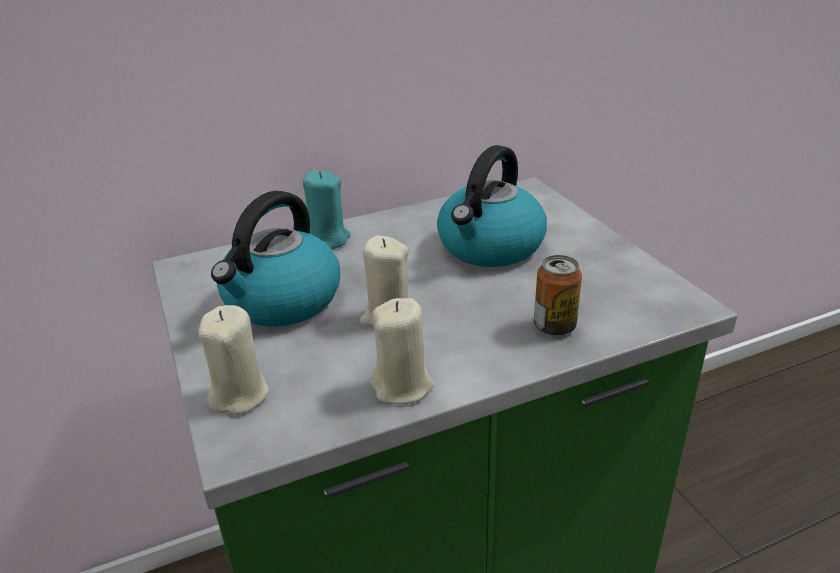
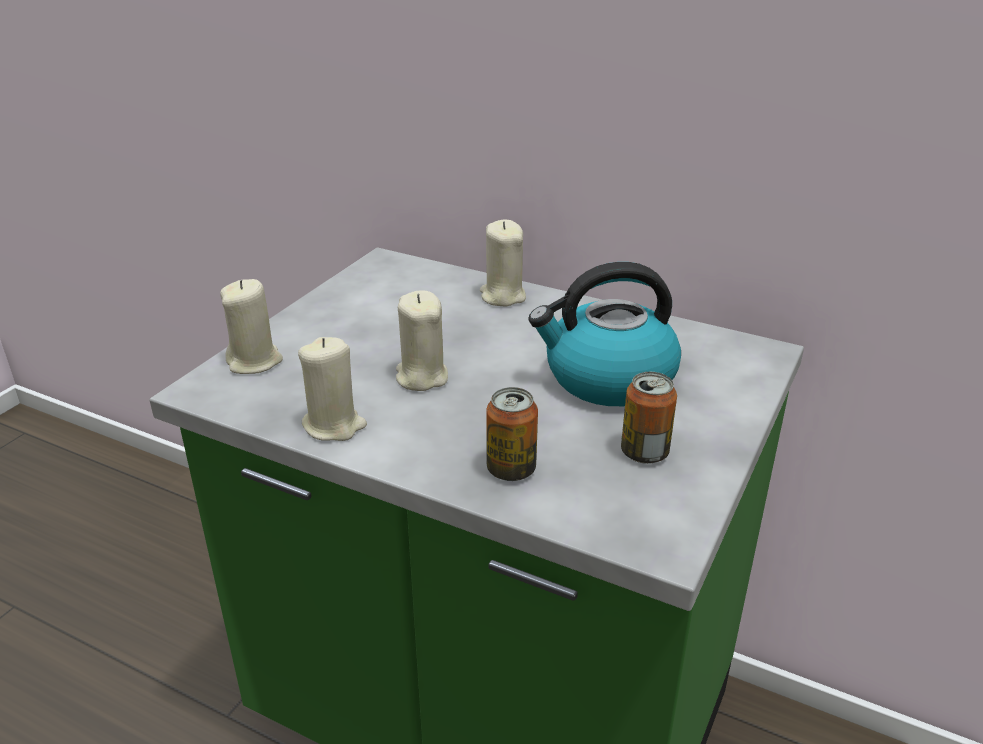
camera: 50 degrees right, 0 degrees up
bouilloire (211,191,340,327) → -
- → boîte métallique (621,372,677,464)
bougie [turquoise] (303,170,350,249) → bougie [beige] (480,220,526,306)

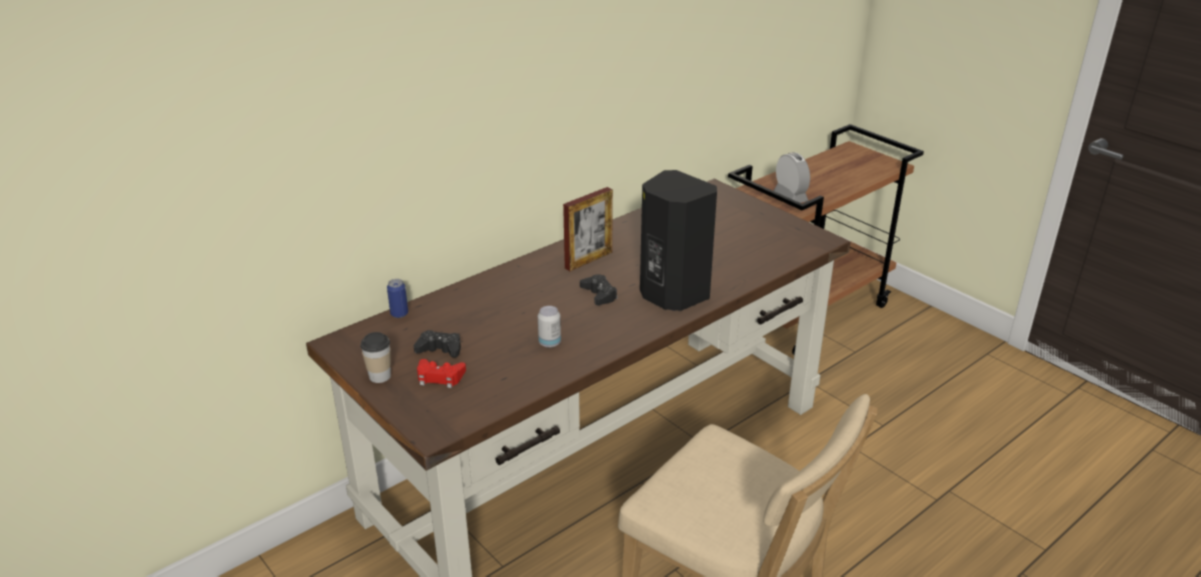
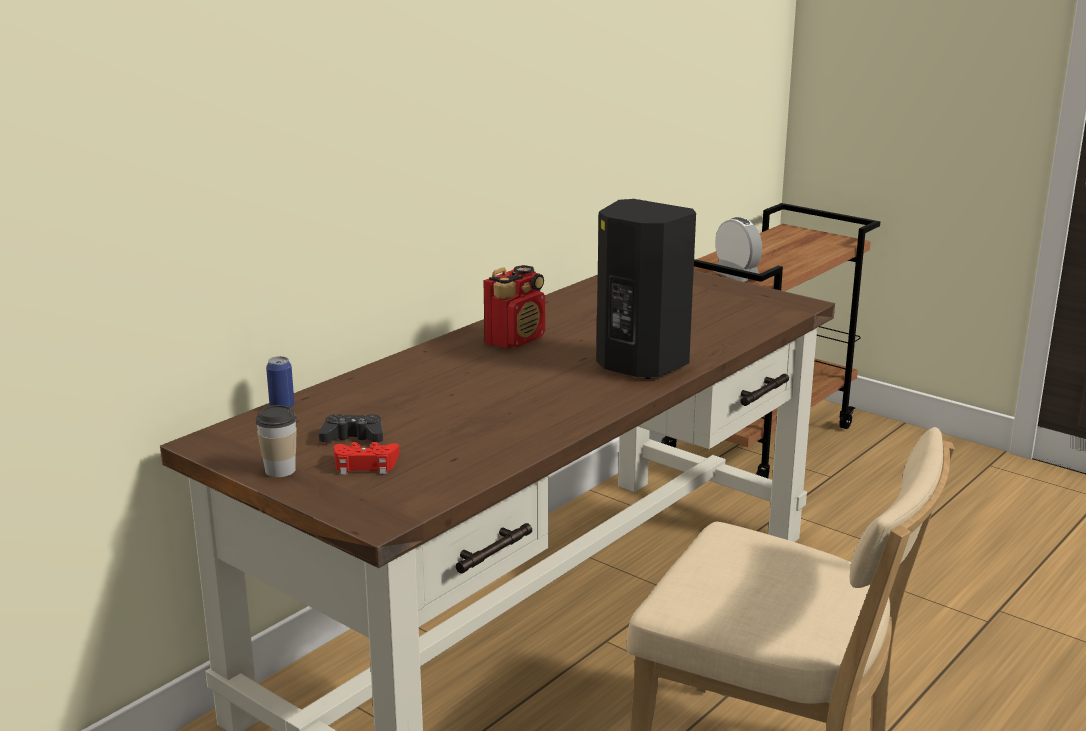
camera: 10 degrees left, 10 degrees down
boîte métallique (538,306,561,348) → -
manette [noir] (580,274,618,305) → -
cadre photo (563,187,613,271) → radio (484,265,545,349)

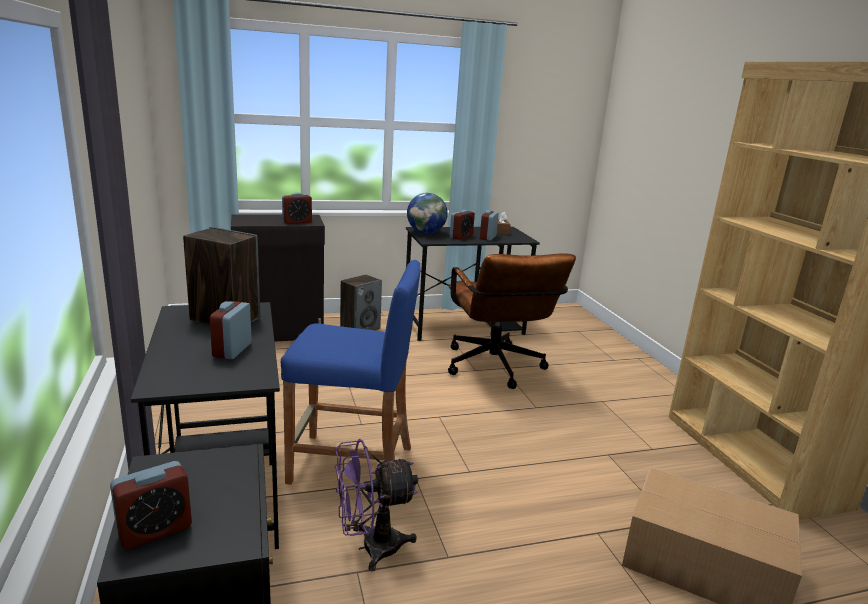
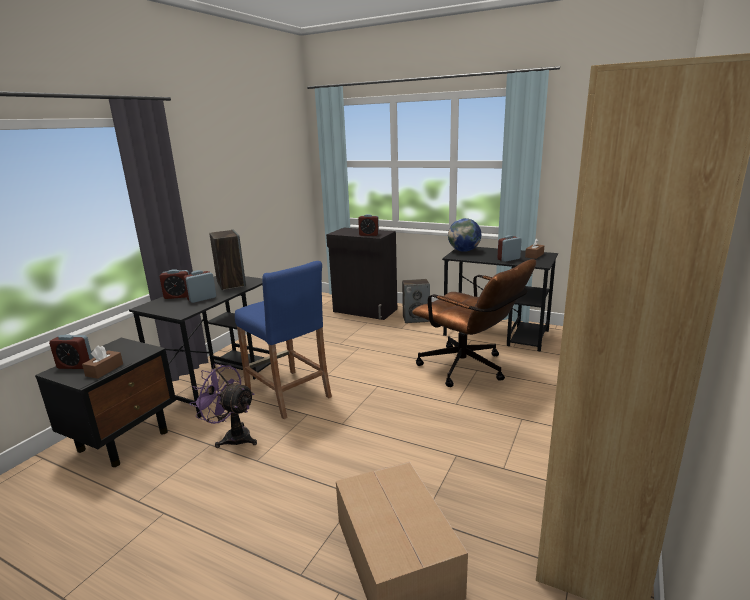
camera: 45 degrees right, 0 degrees up
- → boîte à mouchoirs [marron] (82,345,123,379)
réveil (449,210,475,240) → réveil (159,269,189,299), move
chaise de bureau [marron] (448,253,576,389) → chaise de bureau [marron] (412,259,536,387), 75 degrees counterclockwise

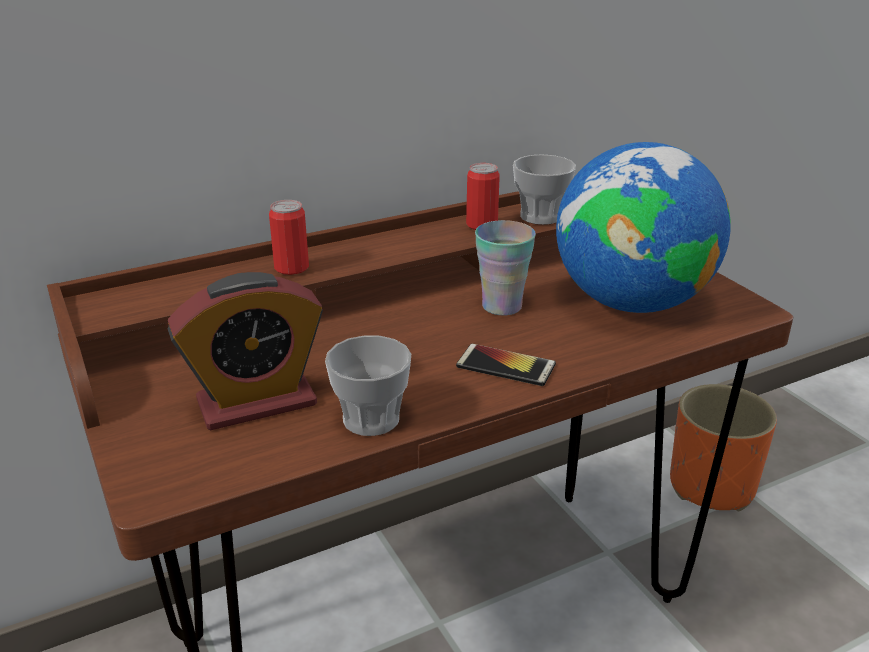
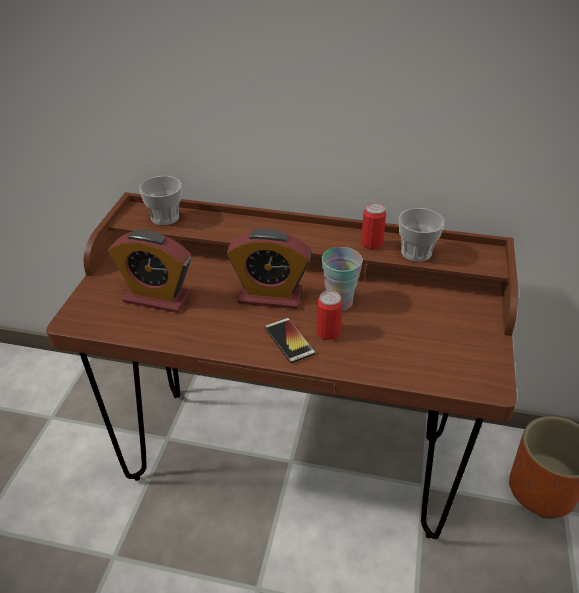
camera: 40 degrees right, 10 degrees up
globe (556,142,731,313) → -
- → réveil (227,229,311,309)
boîte métallique (269,200,309,275) → boîte métallique (316,291,343,340), move
tasse (325,335,411,436) → tasse (139,176,182,225), move

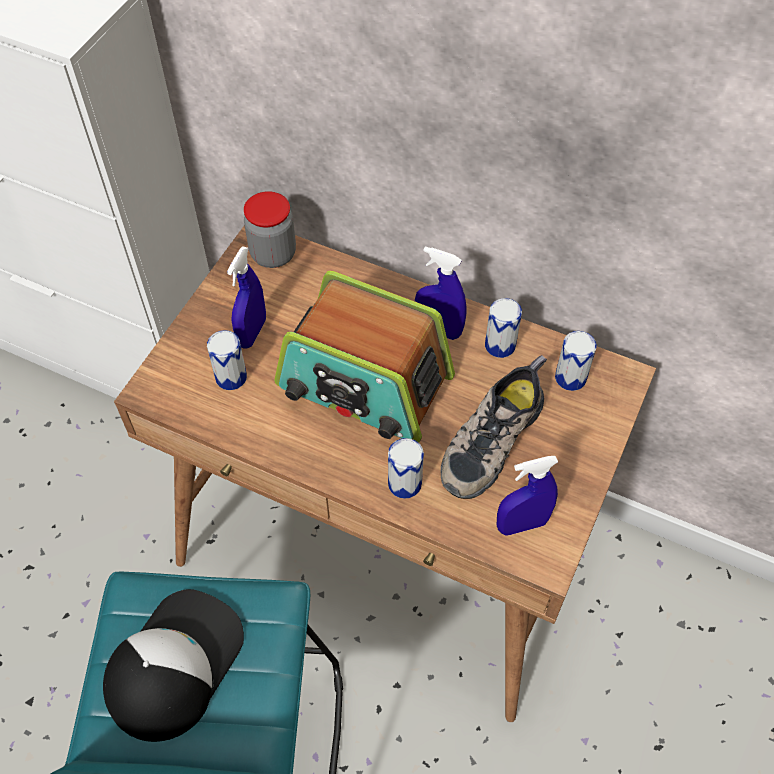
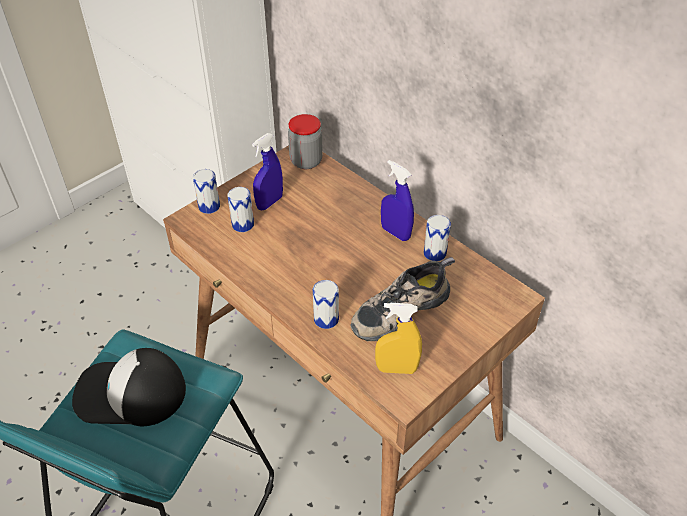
camera: 20 degrees right, 10 degrees down
radio (274,271,455,442) → -
boîte métallique (555,331,597,391) → boîte métallique (193,169,220,214), move
vaporisateur [bleu] (497,456,558,535) → vaporisateur [jaune] (375,303,422,374)
casquette (103,589,244,742) → casquette (72,348,186,426), 135 degrees counterclockwise

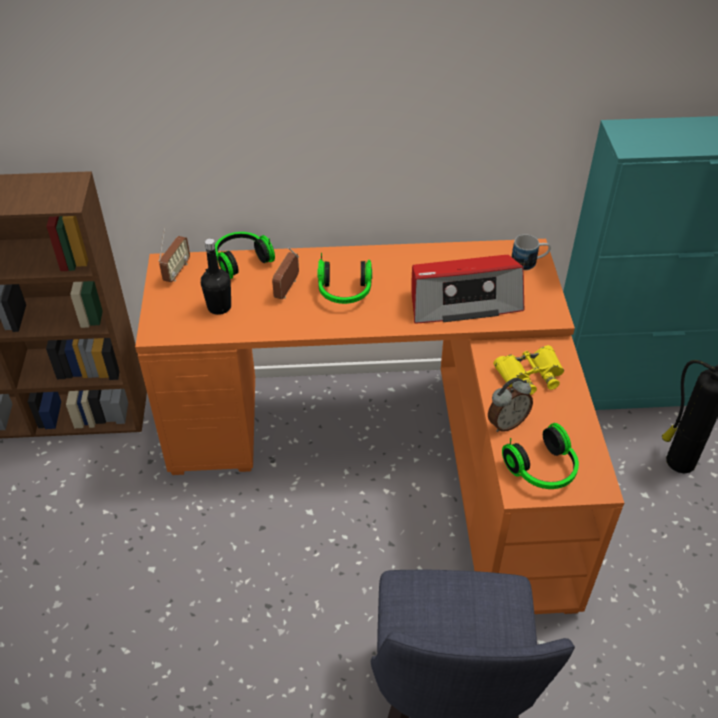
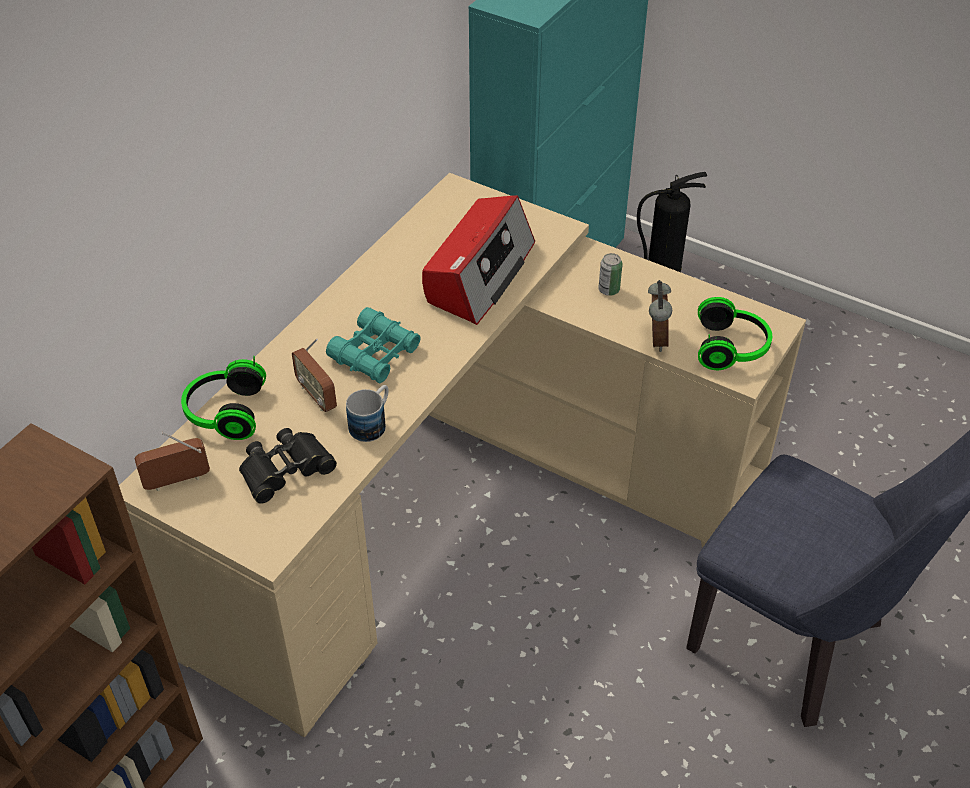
camera: 55 degrees left, 0 degrees up
mug (512,234,551,270) → mug (346,385,388,442), move
bouteille [noir] (201,238,231,315) → jumelles [noir] (239,428,337,504)
casque audio (317,253,372,304) → jumelles [turquoise] (326,307,420,383)
jumelles [jaune] (493,345,564,395) → boîte métallique (598,253,623,296)
bureau [orange] (135,239,624,614) → bureau [beige] (119,173,806,738)
radio (159,228,190,282) → radio (135,432,210,491), 75 degrees counterclockwise

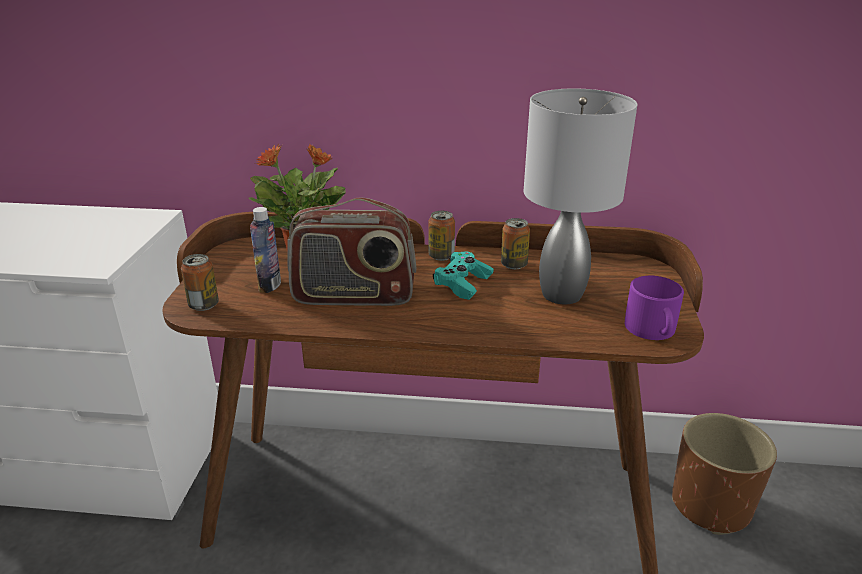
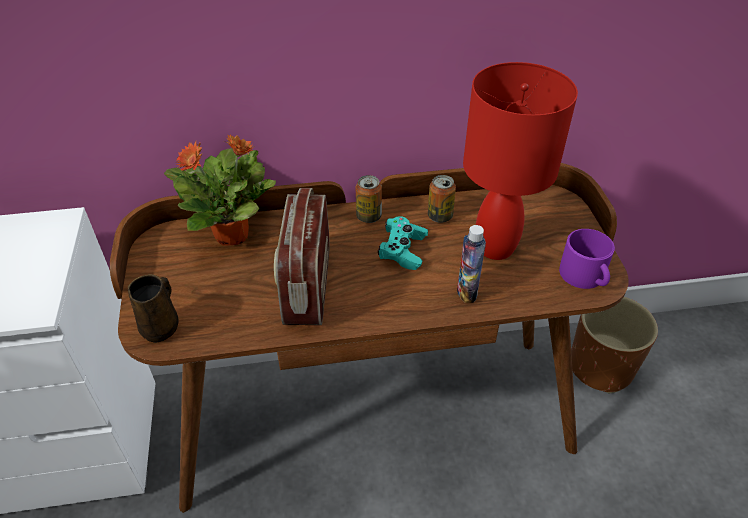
camera: 15 degrees left, 15 degrees up
bouteille (250,207,281,293) → bouteille (457,225,486,303), move
boîte métallique (181,254,219,311) → mug [marron] (128,274,179,343)
lampe de table [gris] (524,89,638,304) → lampe de table [rouge] (463,62,578,260)
radio (287,197,416,306) → radio (274,188,330,325), 105 degrees clockwise

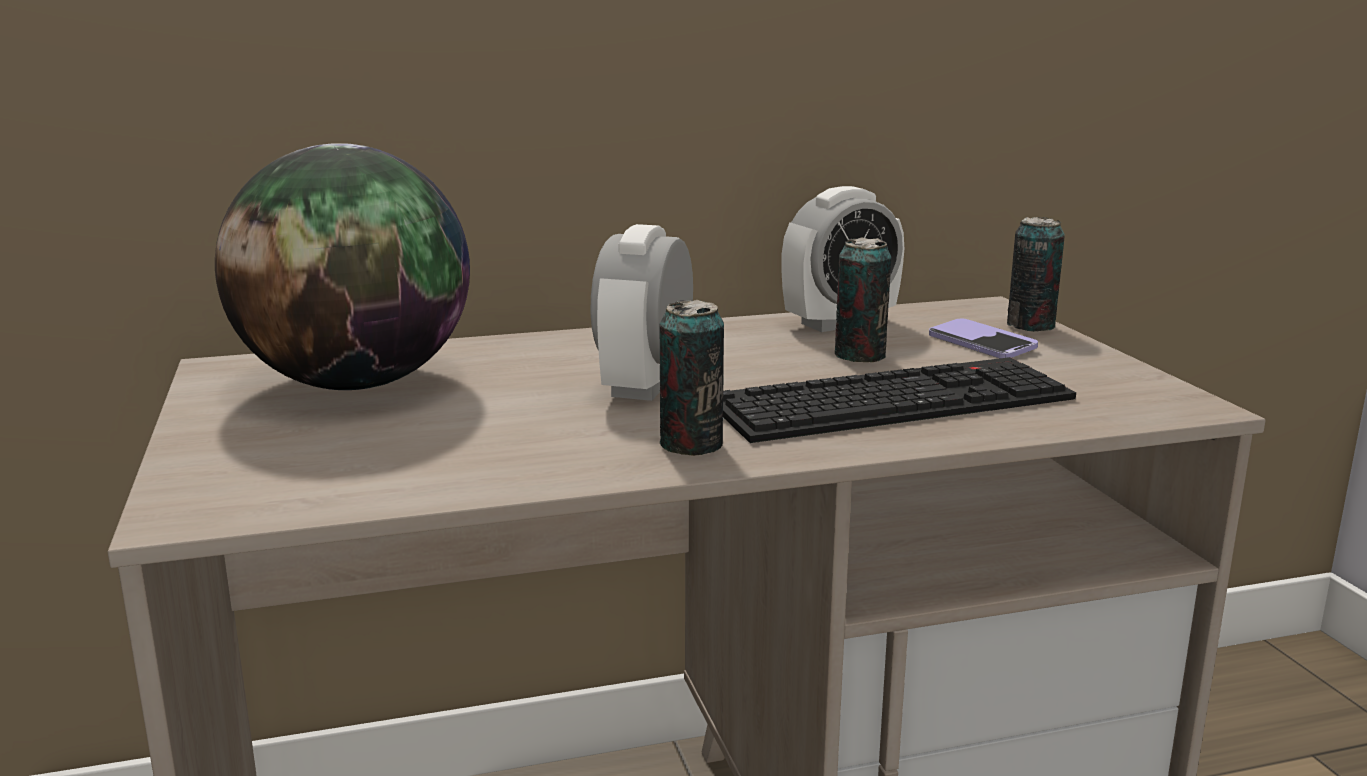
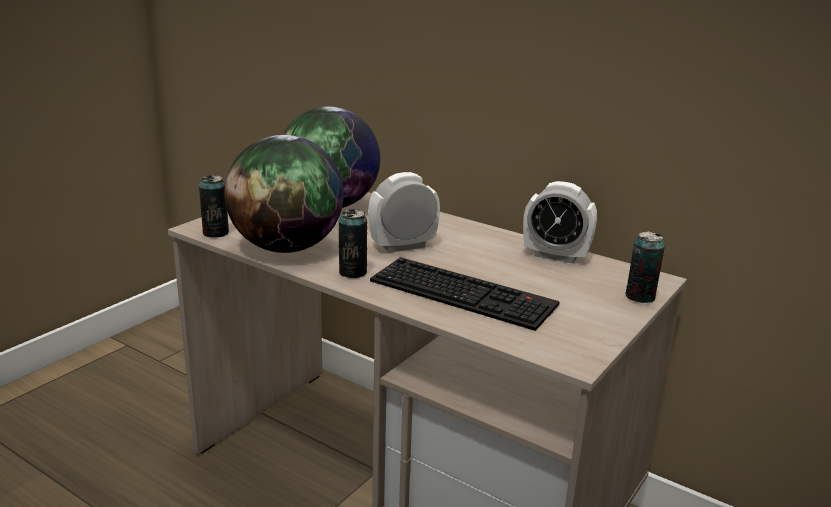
camera: 50 degrees right, 5 degrees up
téléphone (929,319,1038,358) → -
- → globe (224,135,344,253)
boîte métallique (835,237,891,362) → boîte métallique (199,175,229,238), move

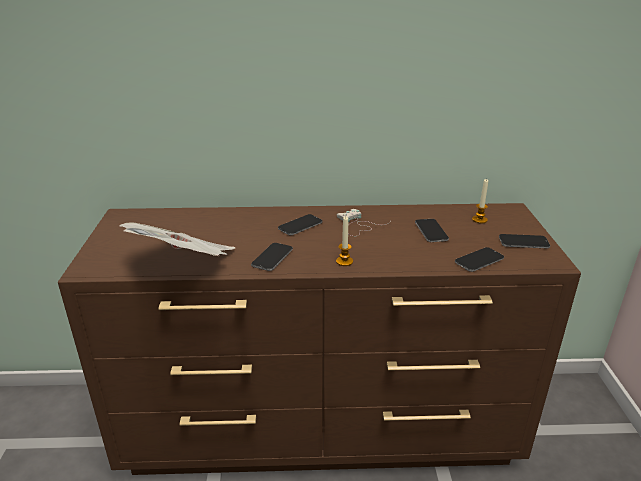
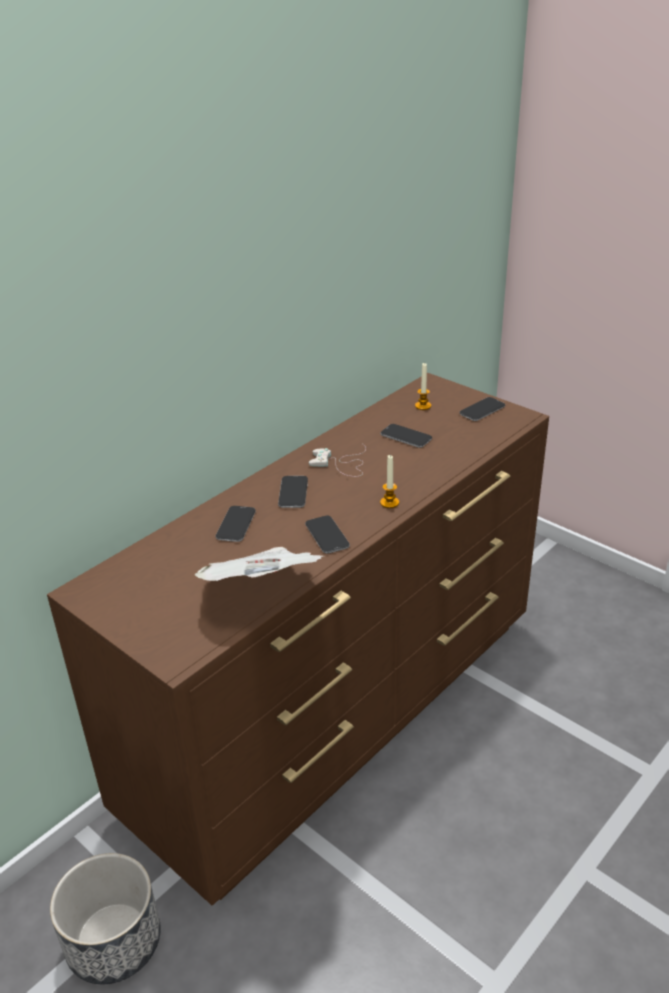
camera: 45 degrees left, 5 degrees up
- → cache-pot (50,853,161,984)
téléphone (455,247,504,272) → téléphone (216,506,256,542), move

